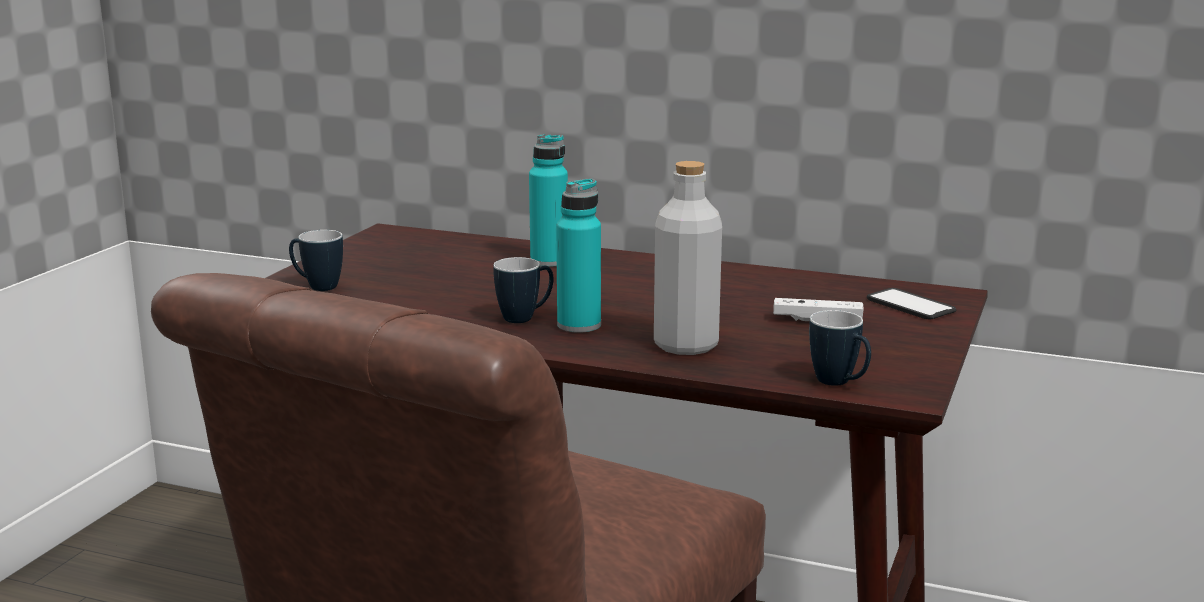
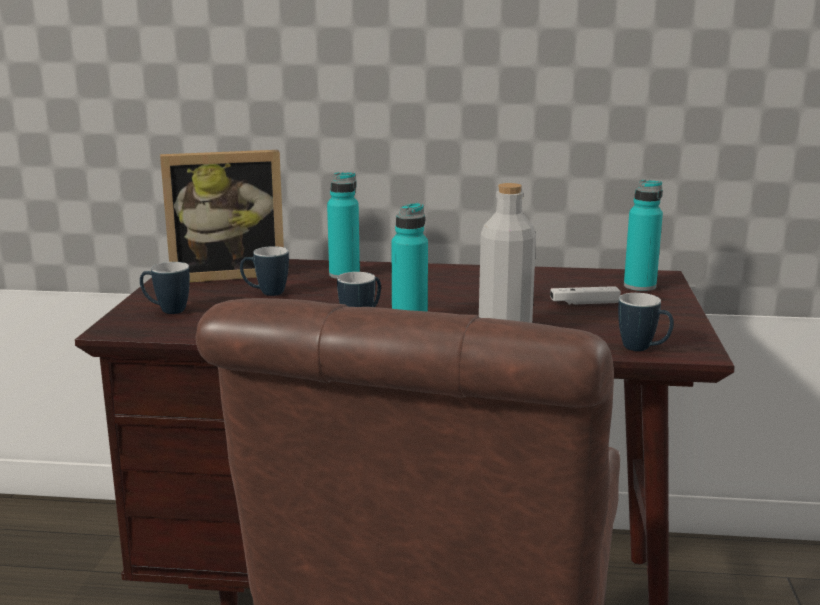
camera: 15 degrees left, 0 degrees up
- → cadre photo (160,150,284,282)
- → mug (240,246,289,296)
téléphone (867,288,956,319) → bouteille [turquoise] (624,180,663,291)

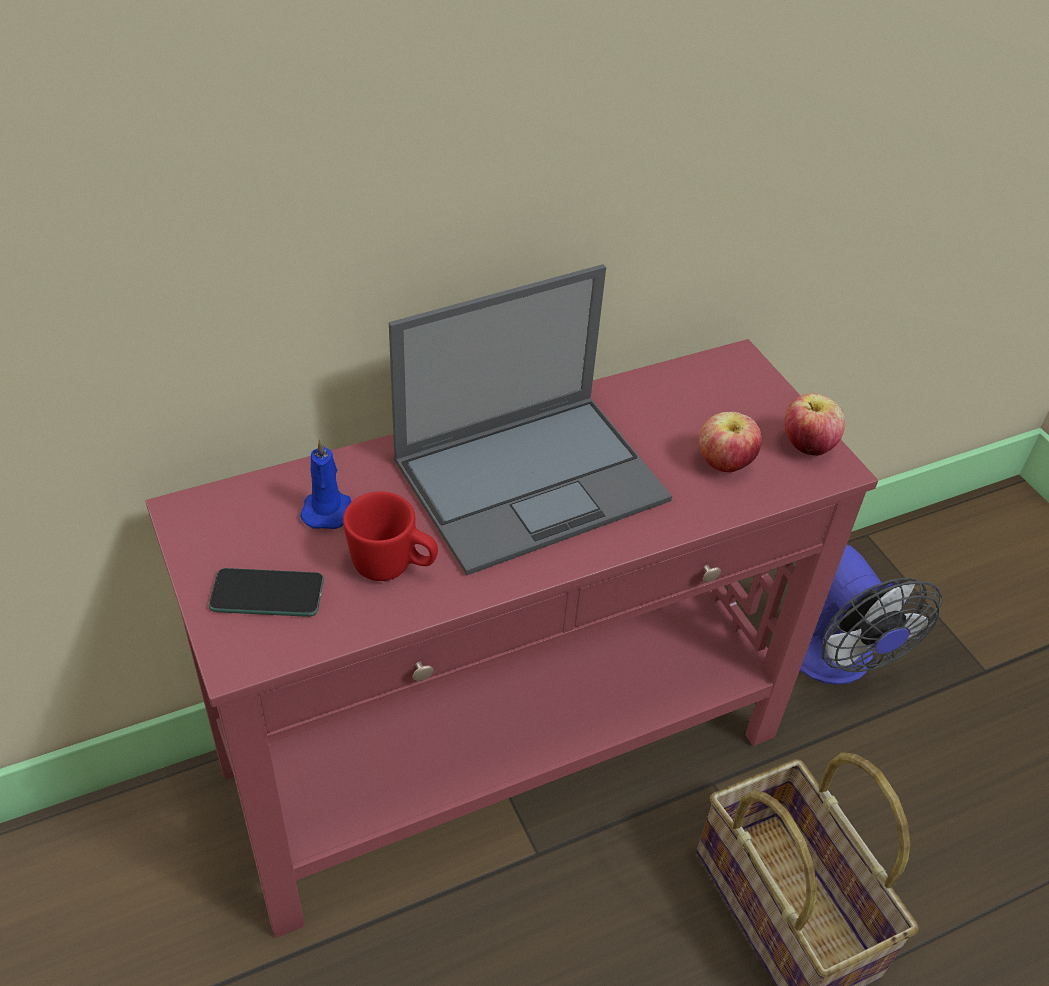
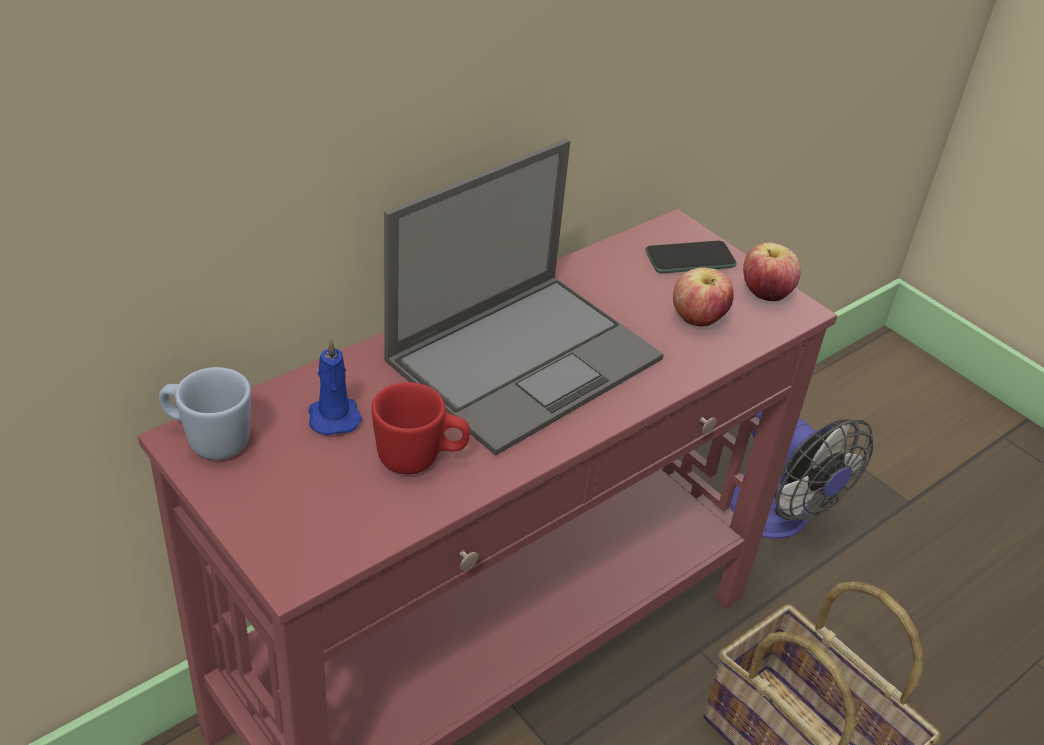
camera: 15 degrees left, 5 degrees down
- → mug [bleu] (159,367,251,460)
téléphone (209,568,324,617) → téléphone (645,241,737,273), move

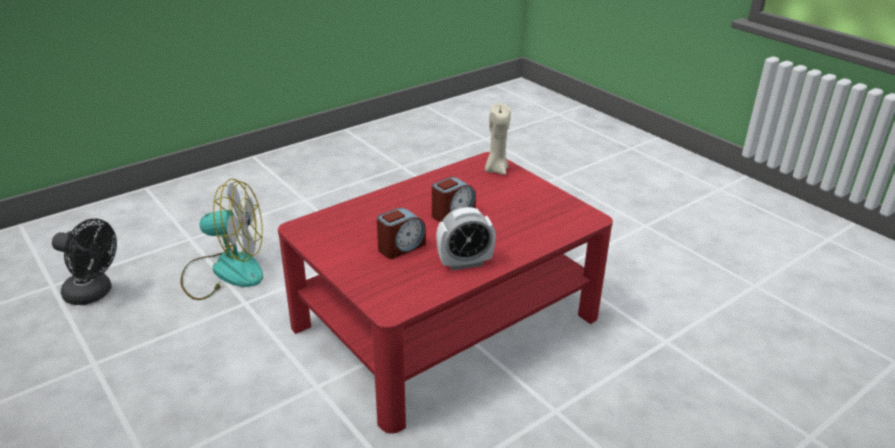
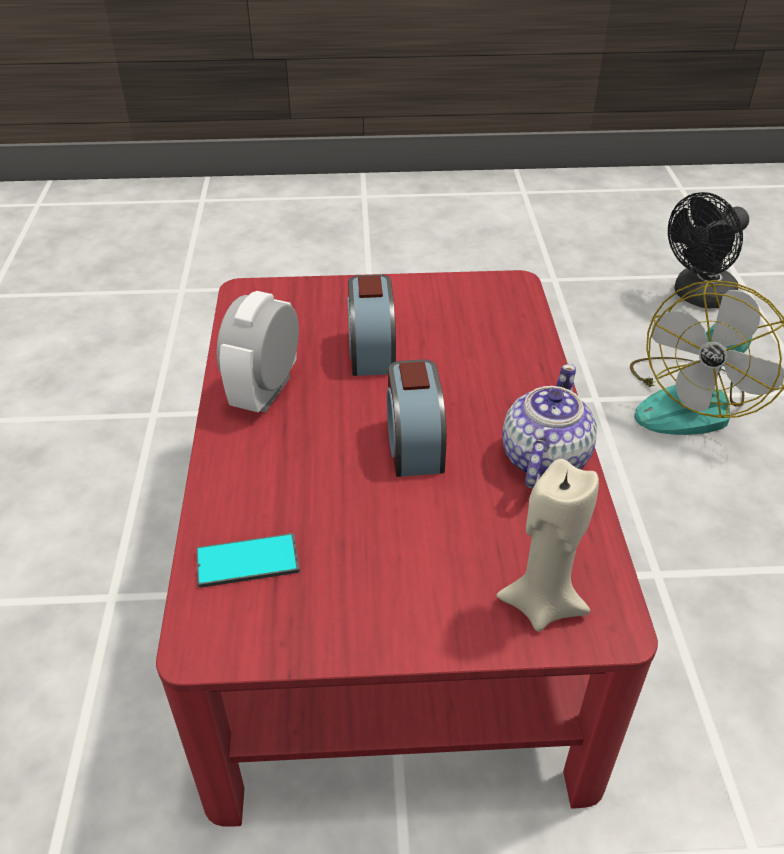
camera: 125 degrees right, 10 degrees up
- → téléphone (196,533,300,588)
- → théière (502,364,597,488)

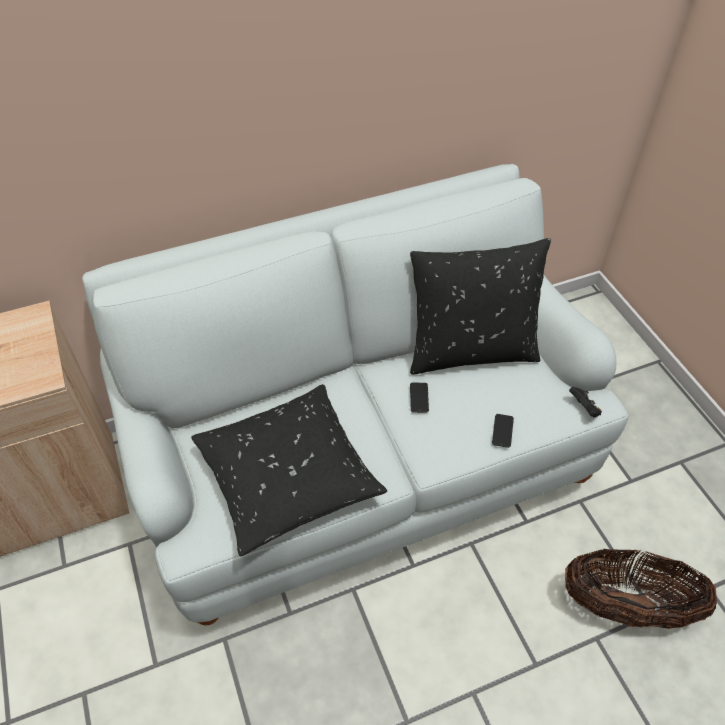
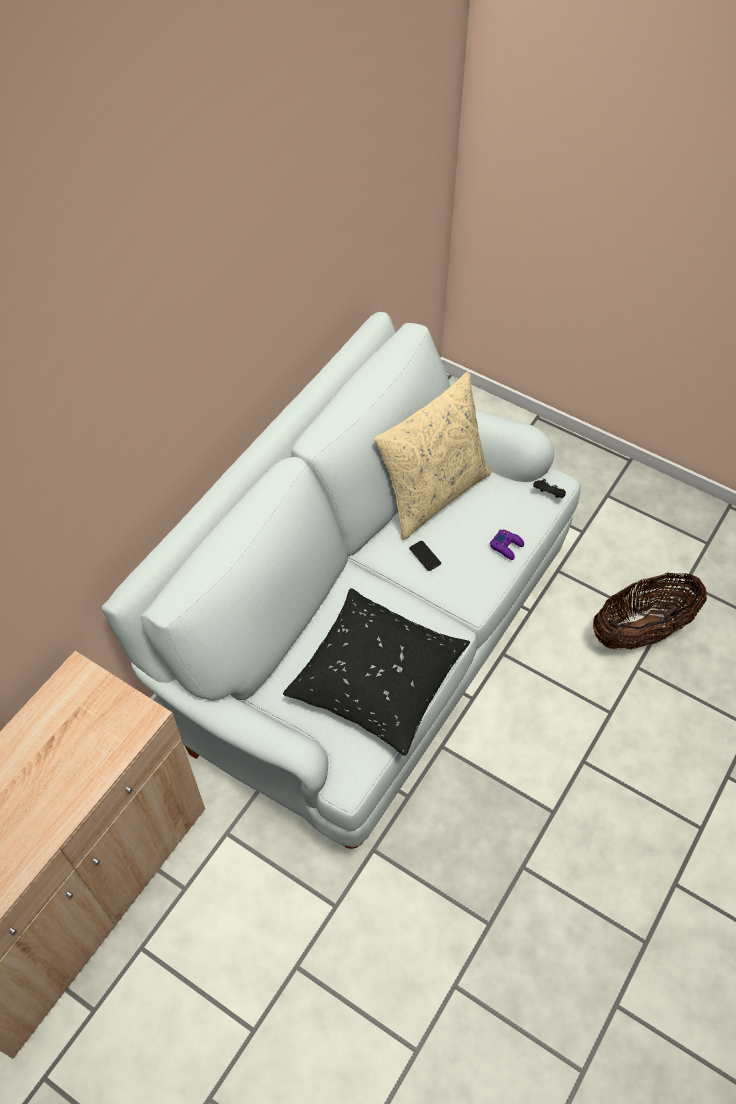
camera: 35 degrees left, 5 degrees up
téléphone (492,414,514,448) → manette [violet] (490,530,524,560)
coussin [noir] (410,238,551,374) → coussin [beige] (374,371,491,540)

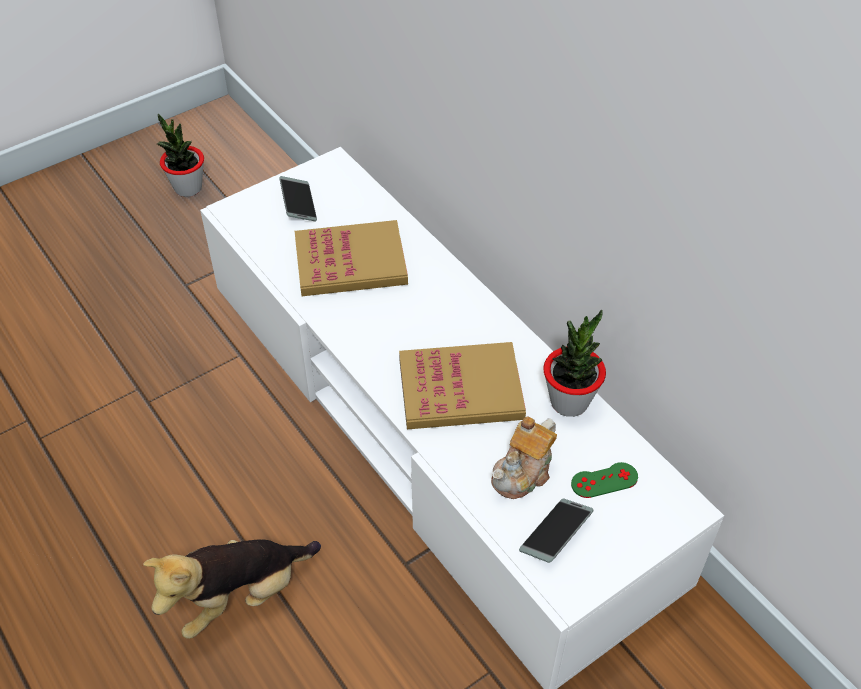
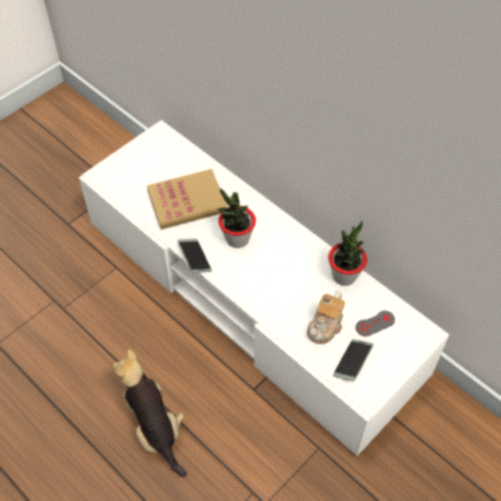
camera: 10 degrees left, 5 degrees up
livre (399,342,526,429) → -
plante en pot (157,114,204,197) → plante en pot (218,188,256,248), move
téléphone (279,176,317,221) → téléphone (178,239,212,273), move
manette [vert] (571,462,638,498) → manette [gris] (356,311,395,336)
peluche (143,540,321,639) → peluche (113,349,187,477), 105 degrees clockwise

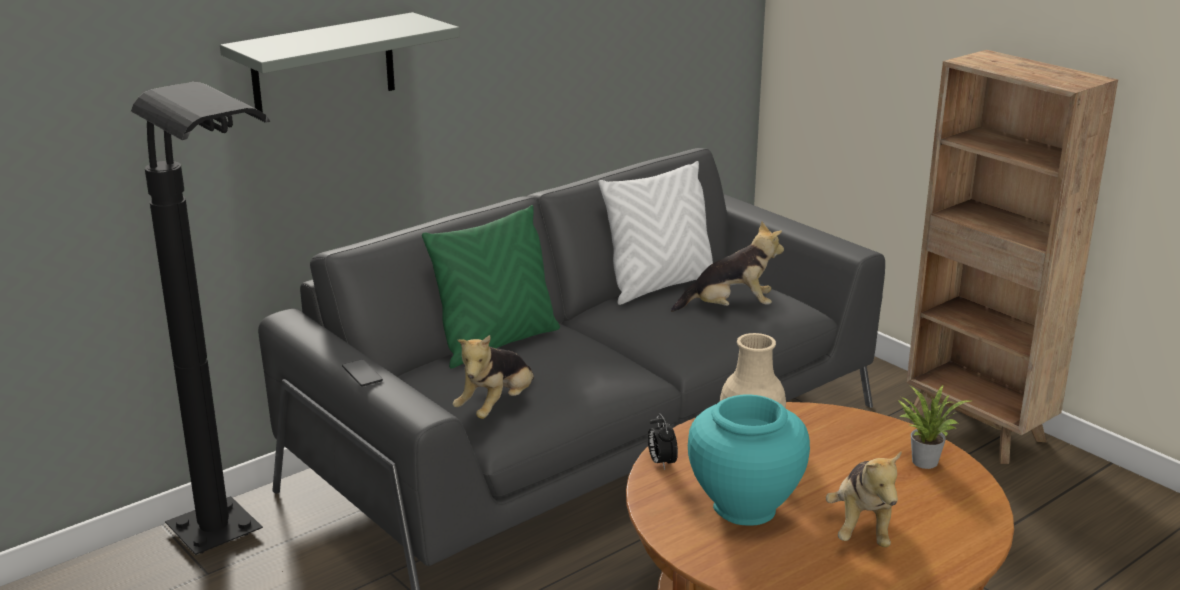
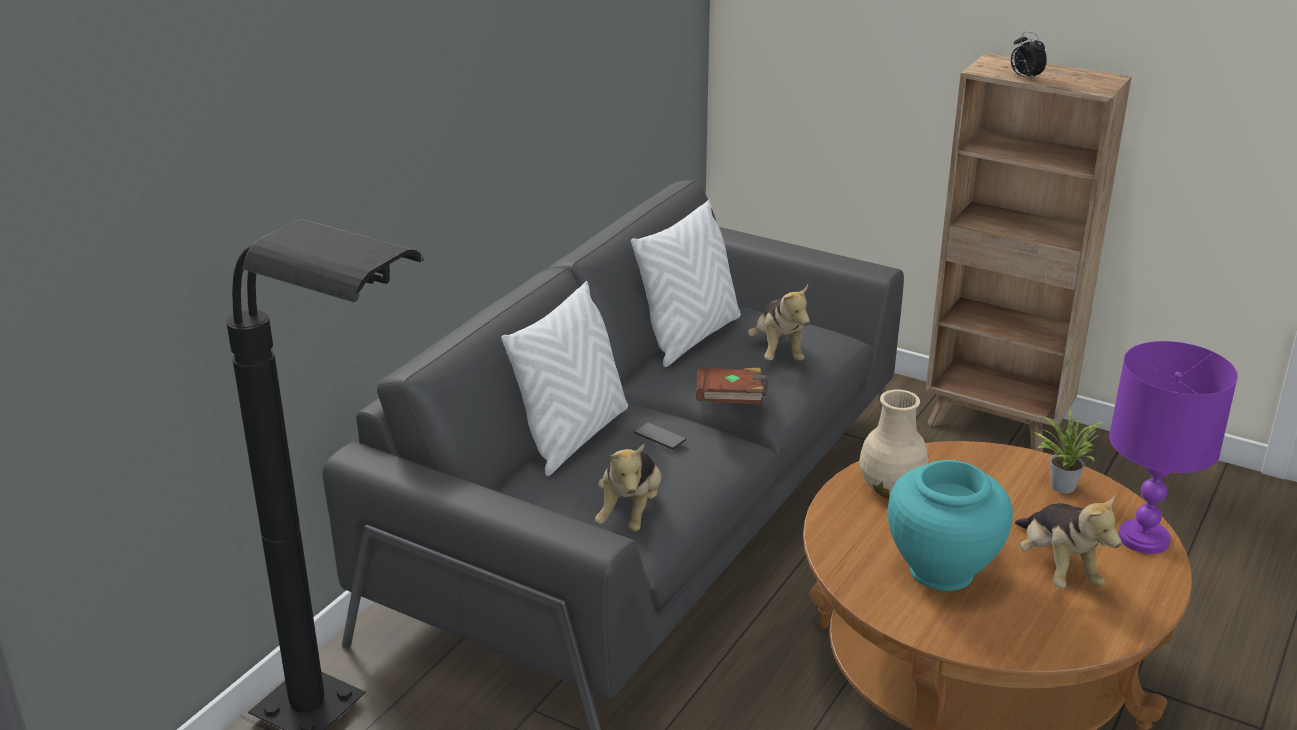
camera: 20 degrees left, 5 degrees up
étagère [gris] (220,12,460,113) → -
- → livre [marron] (696,368,768,405)
- → lampe de table [violet] (1109,341,1238,554)
téléphone (342,359,383,387) → téléphone (634,422,686,449), move
réveil (648,413,678,470) → réveil (1011,32,1047,81), move
coussin [vert] (422,205,560,369) → coussin [blanc] (501,281,628,476)
peluche (671,221,784,312) → peluche (748,285,810,361), 105 degrees clockwise

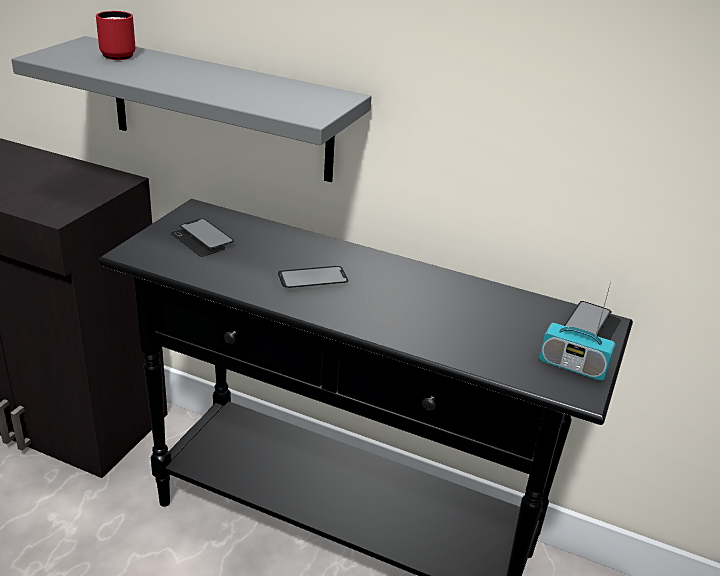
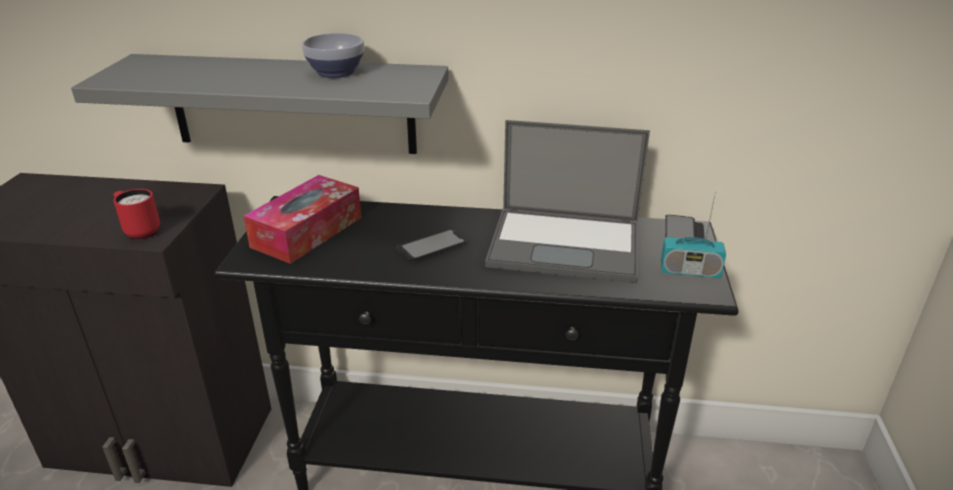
camera: 15 degrees left, 0 degrees up
- → bol (302,33,364,78)
- → ordinateur portable (485,120,650,283)
mug [rouge] (96,11,136,60) → mug [rouge] (113,189,160,240), move
téléphone (171,218,234,257) → boîte à mouchoirs (244,175,362,264)

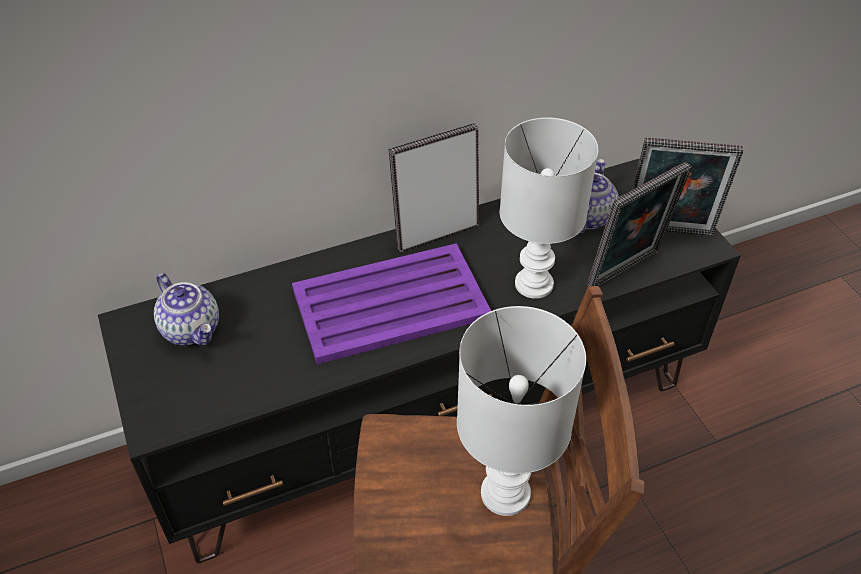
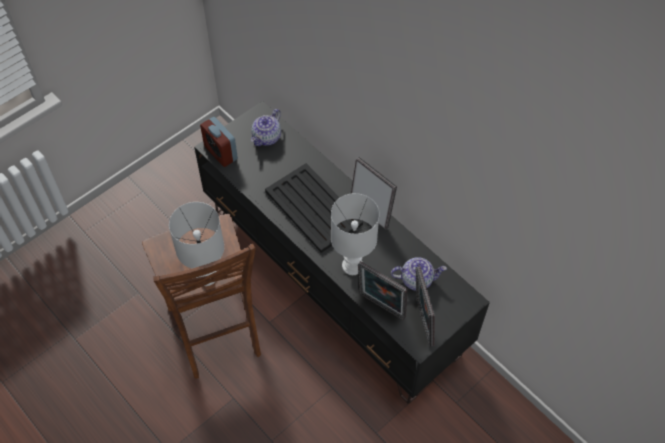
camera: 70 degrees right, 10 degrees up
- → réveil (200,117,238,167)
plateau [violet] (292,243,491,364) → plateau [noir] (265,163,363,253)

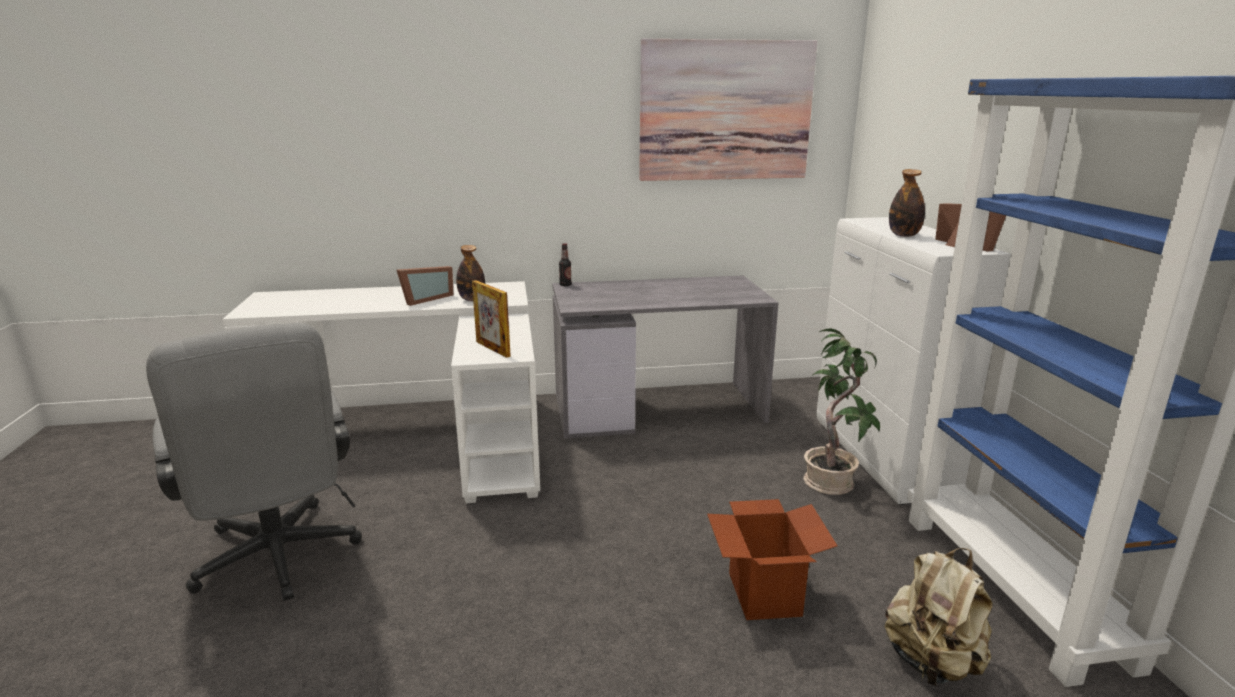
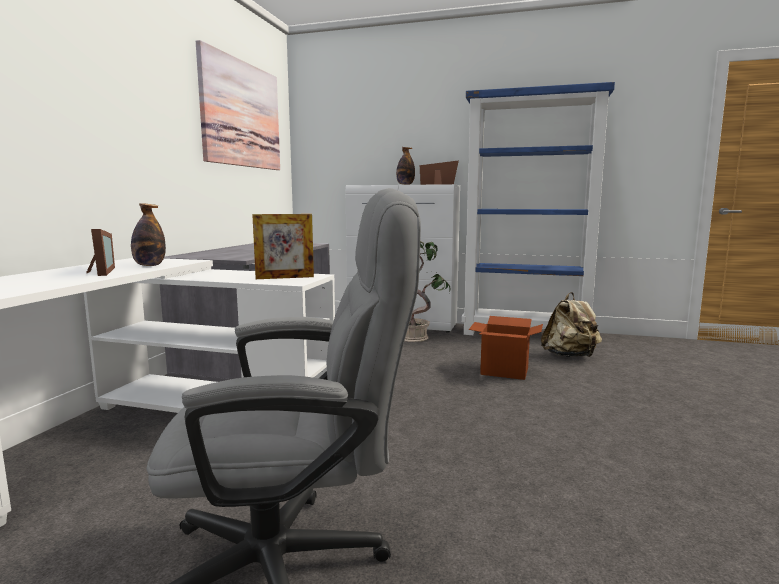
camera: 65 degrees left, 10 degrees down
bouteille (559,243,572,286) → -

